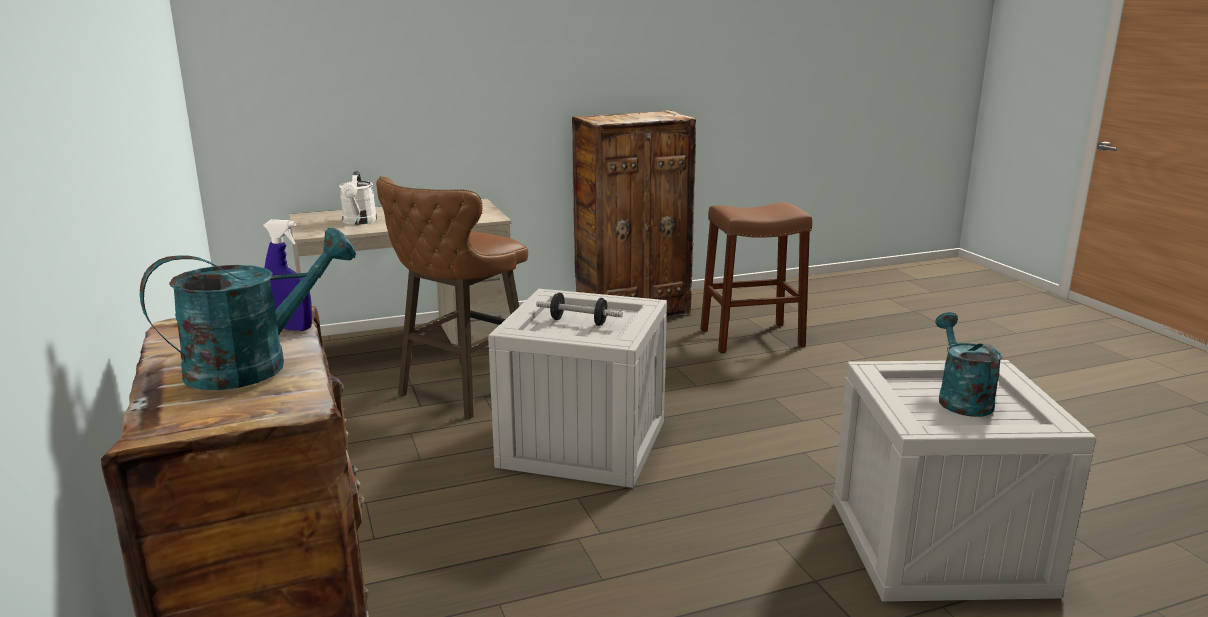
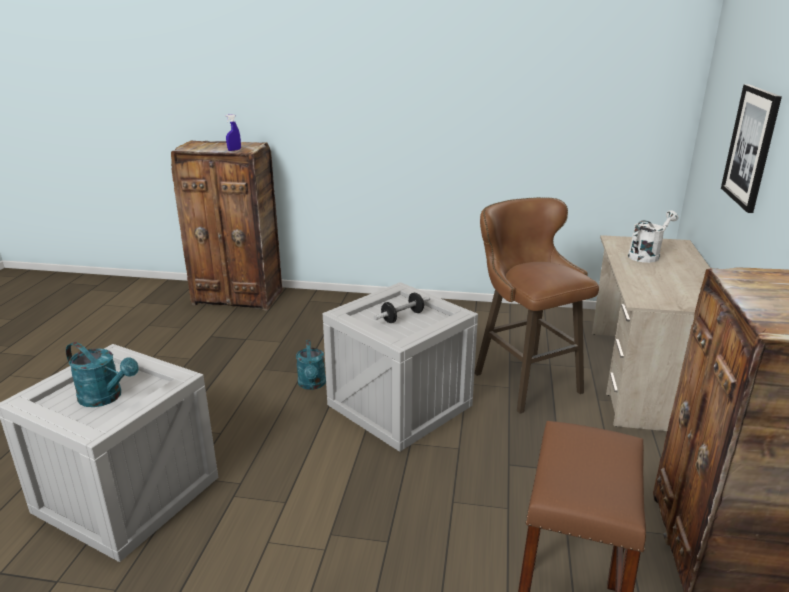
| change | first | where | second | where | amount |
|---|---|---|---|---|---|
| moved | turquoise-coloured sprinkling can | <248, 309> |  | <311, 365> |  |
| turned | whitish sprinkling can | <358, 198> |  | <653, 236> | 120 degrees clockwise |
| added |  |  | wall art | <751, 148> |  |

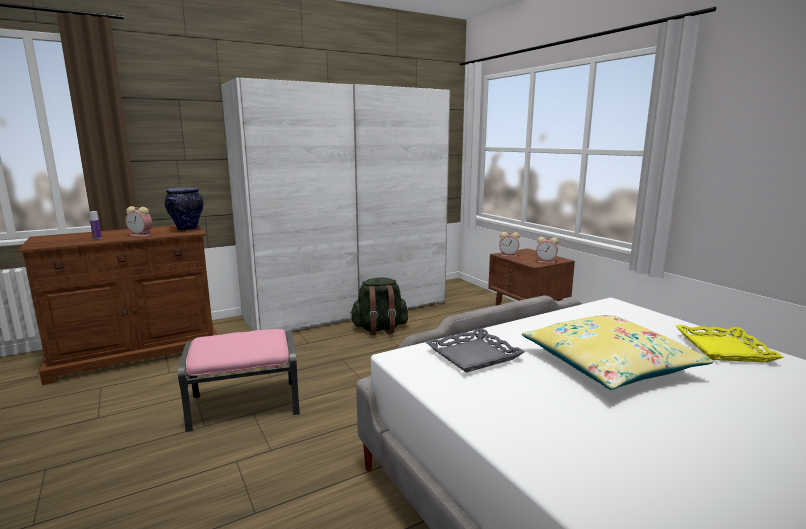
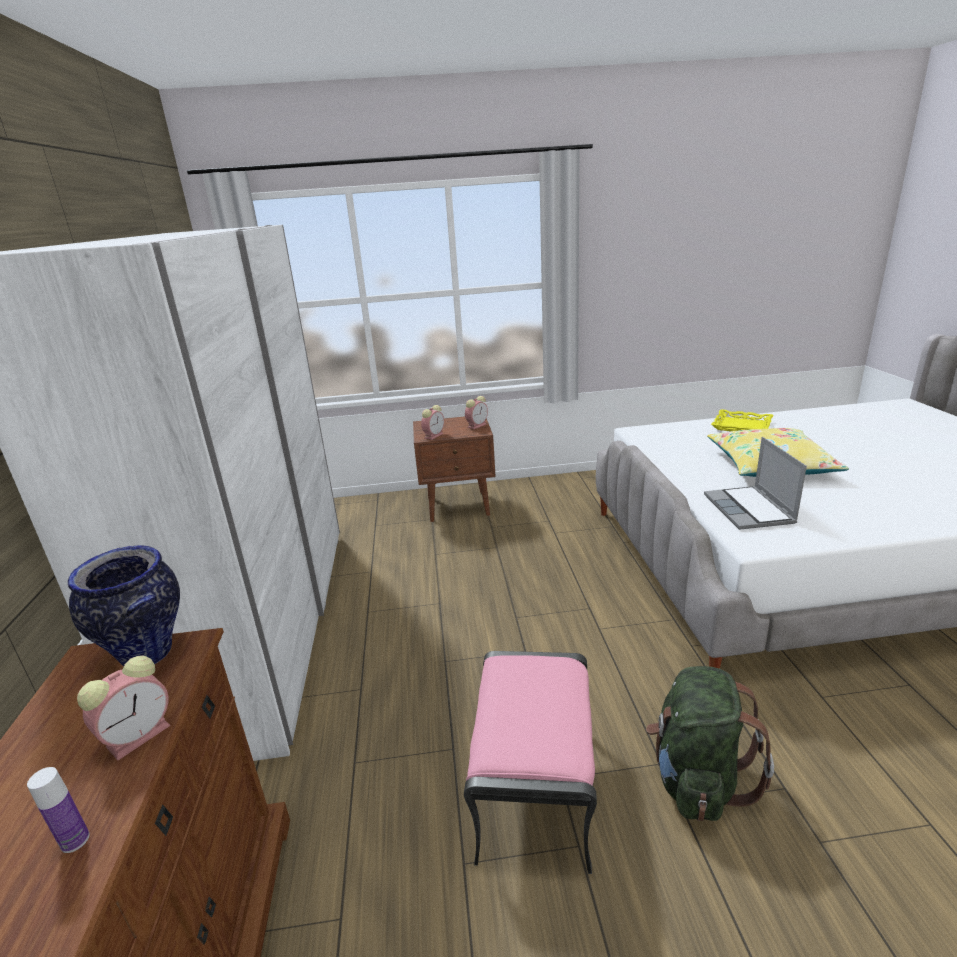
| change | first | where | second | where | amount |
|---|---|---|---|---|---|
| moved | greenish backpack | <379, 306> |  | <710, 743> |  |
| replaced | greyish serving tray | <475, 350> | laptop | <755, 483> |  |

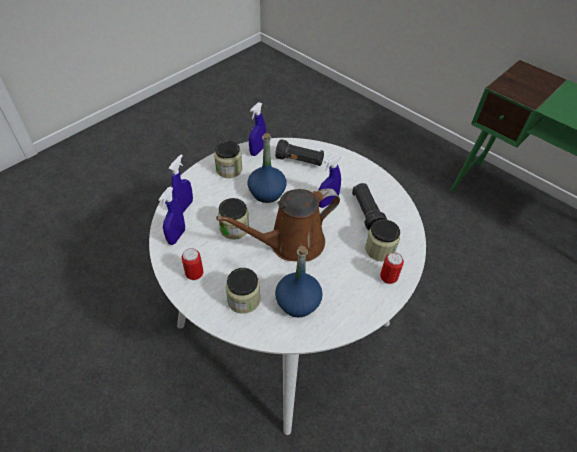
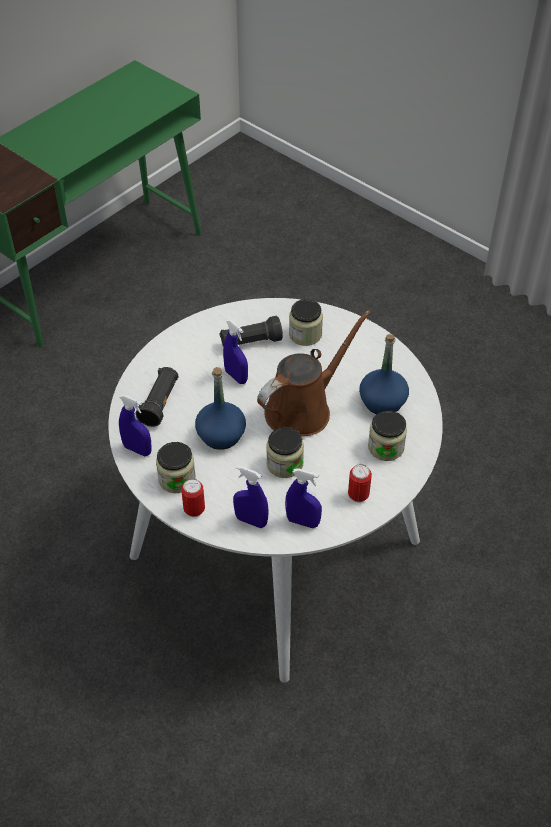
| change | first | where | second | where | amount |
|---|---|---|---|---|---|
| turned | brownish sprinkling can | <278, 225> |  | <314, 373> | 105 degrees counterclockwise |
| moved | can | <392, 268> |  | <193, 498> |  |

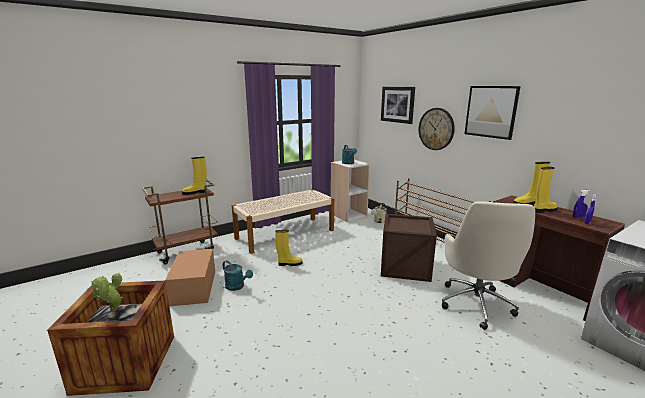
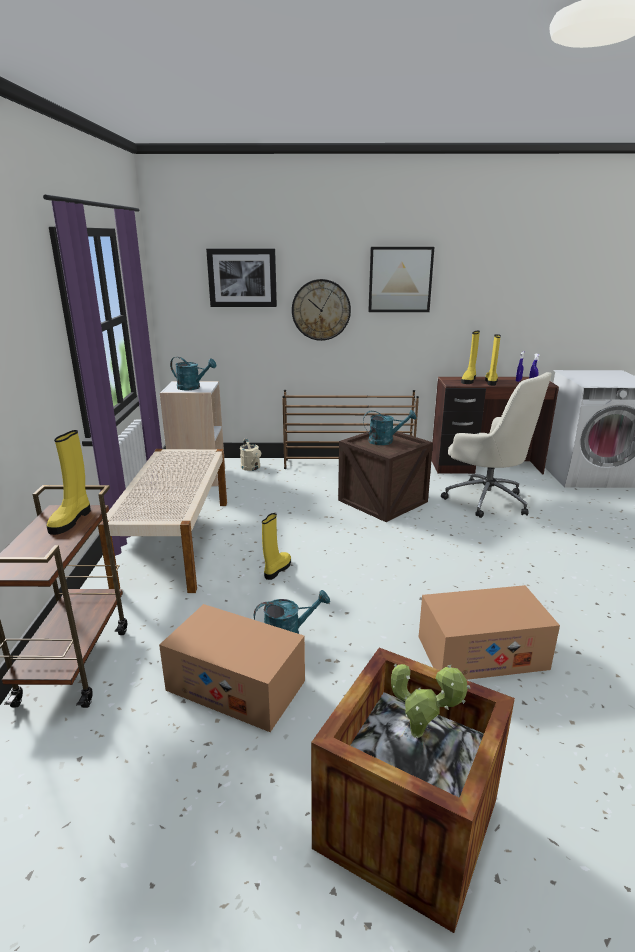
| change | first | where | second | where | amount |
|---|---|---|---|---|---|
| added |  |  | turquoise-coloured sprinkling can | <389, 427> |  |
| added |  |  | cardboard box | <489, 632> |  |

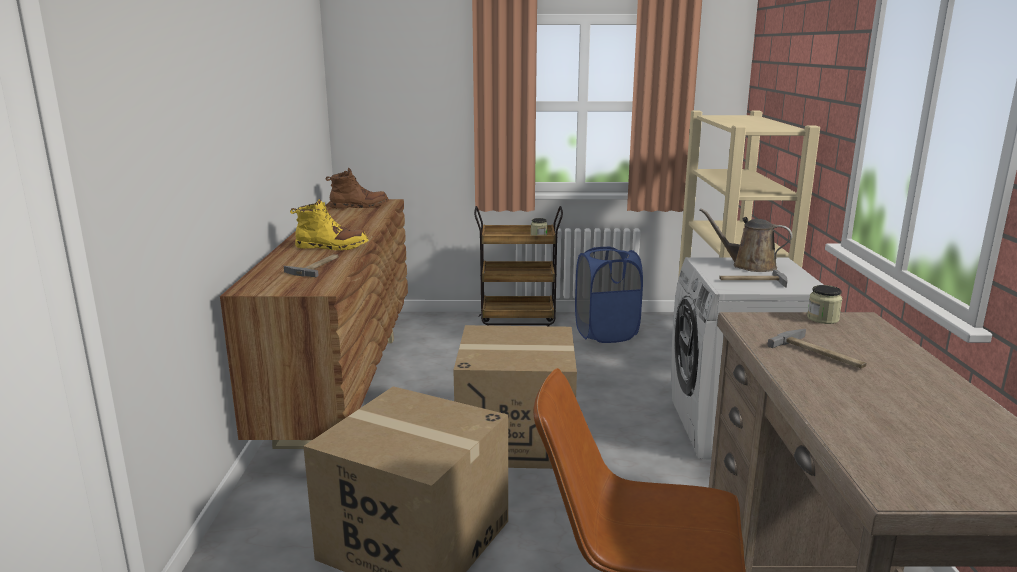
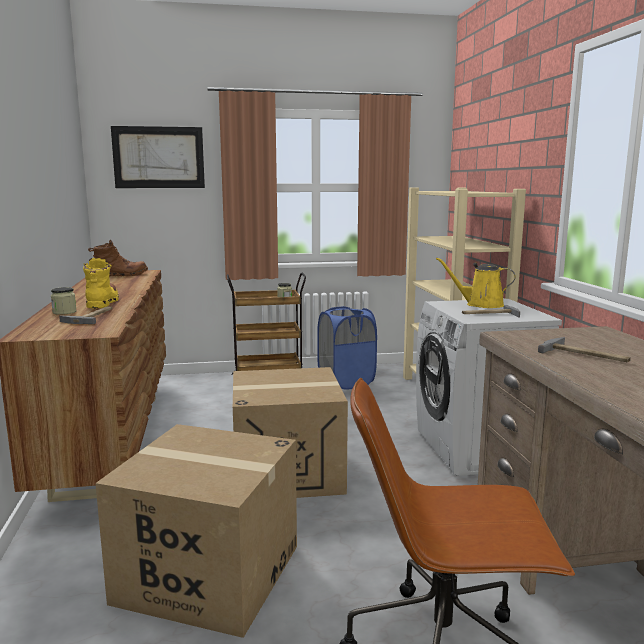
| change | first | where | second | where | amount |
|---|---|---|---|---|---|
| turned | yellowish boot | <329, 224> |  | <101, 283> | 90 degrees counterclockwise |
| recoloured | brownish sprinkling can | <746, 240> | yellowish sprinkling can | <476, 282> |  |
| moved | preserve jar | <824, 304> |  | <64, 301> |  |
| added |  |  | wall art | <158, 157> |  |

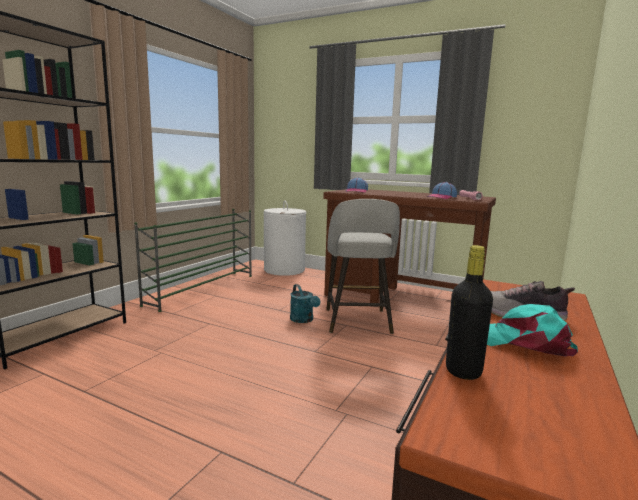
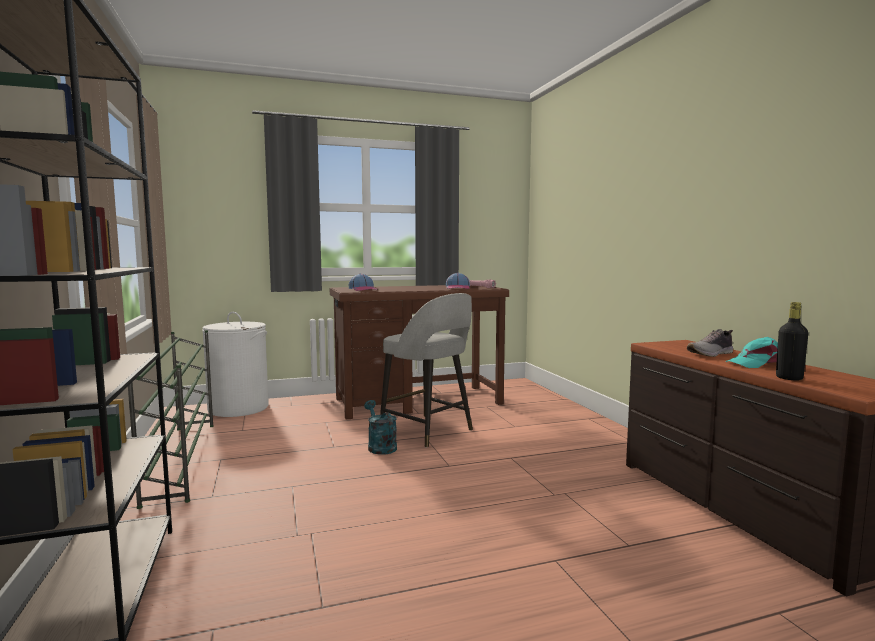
| change | first | where | second | where | amount |
|---|---|---|---|---|---|
| turned | turquoise-coloured sprinkling can | <305, 303> |  | <380, 427> | 135 degrees counterclockwise |

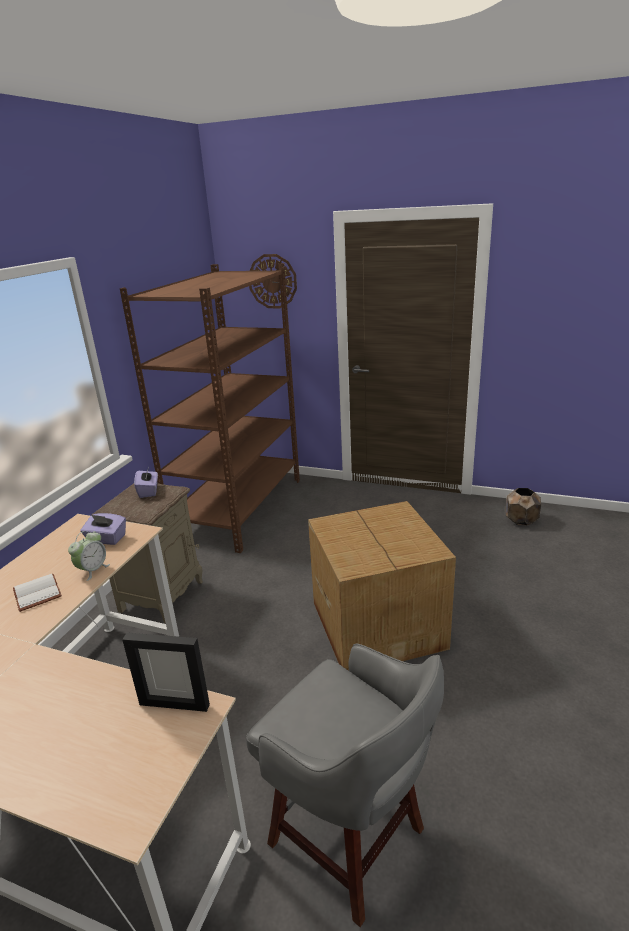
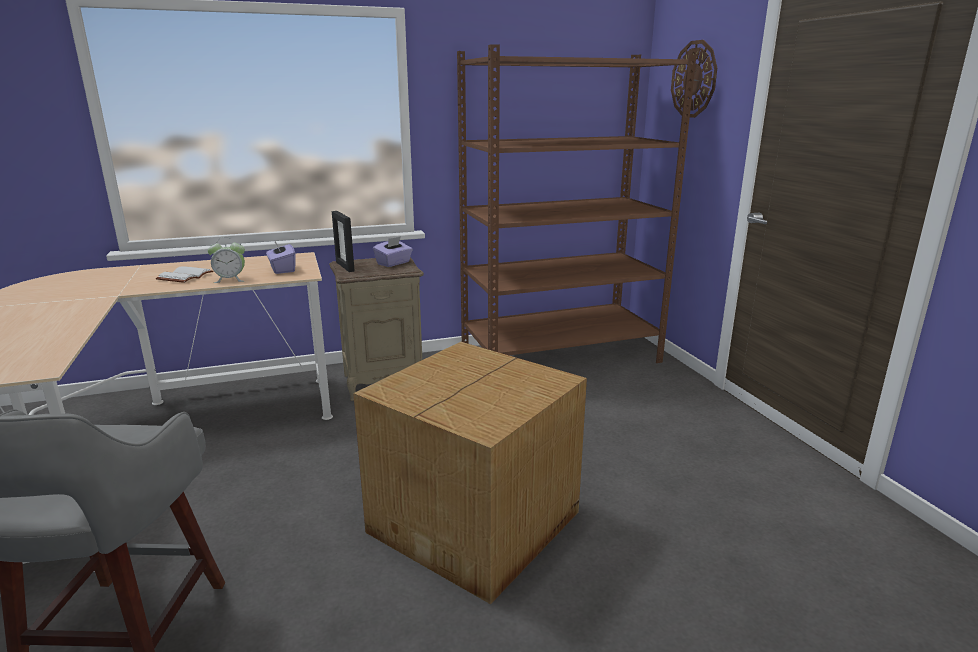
| change | first | where | second | where | amount |
|---|---|---|---|---|---|
| moved | picture frame | <166, 672> |  | <343, 241> |  |
| removed | brownish plant pot | <523, 506> |  |  |  |

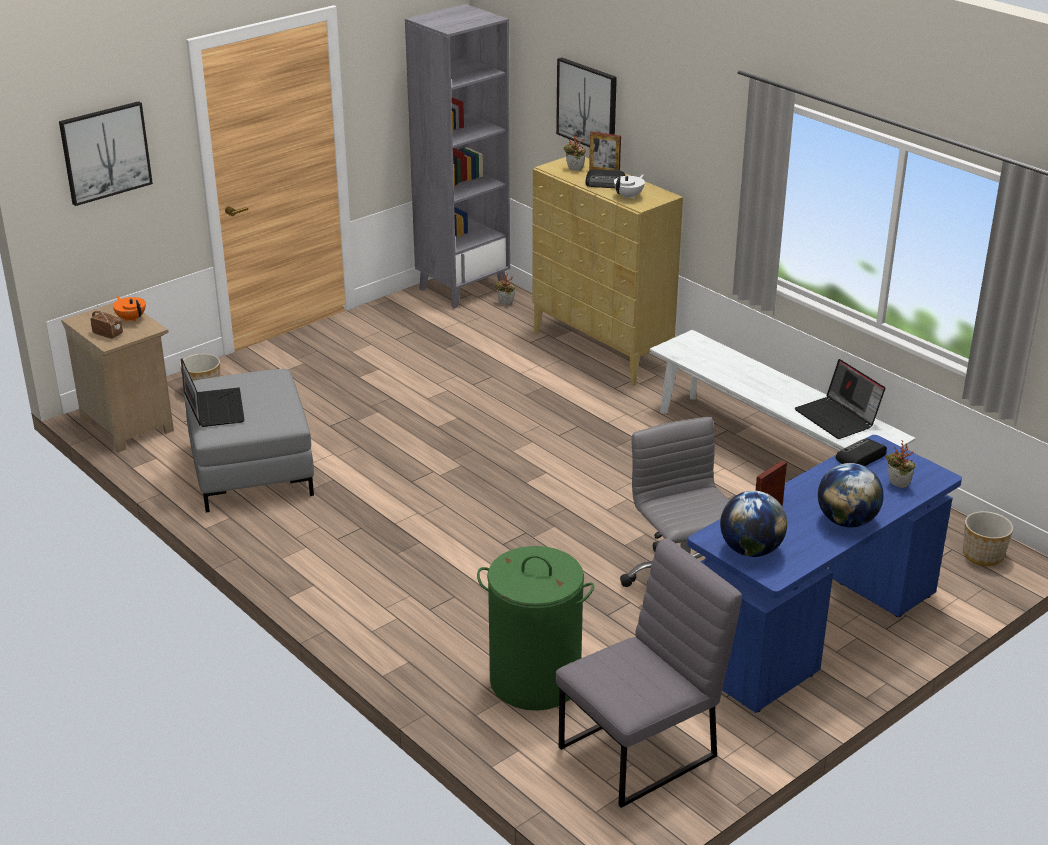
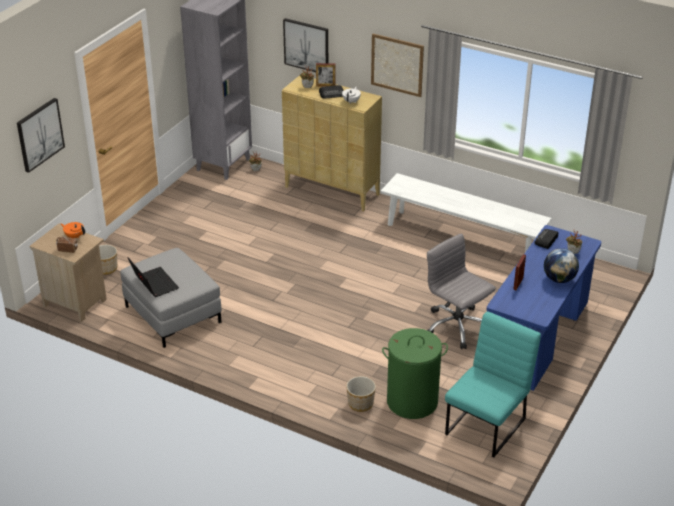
| change | first | where | second | where | amount |
|---|---|---|---|---|---|
| recoloured | greyish plain chair | <649, 673> | turquoise-coloured plain chair | <493, 384> |  |
| removed | globe | <753, 524> |  |  |  |
| removed | laptop | <839, 399> |  |  |  |
| moved | plant pot | <988, 538> |  | <361, 394> |  |
| added |  |  | wall art | <397, 65> |  |

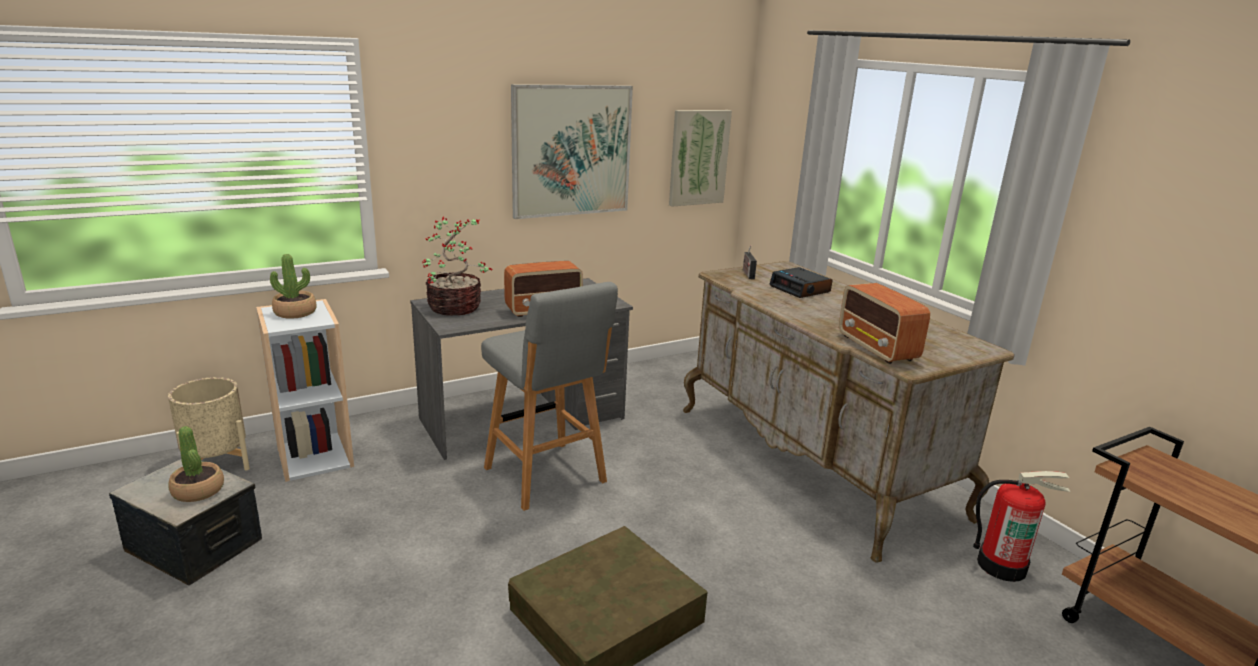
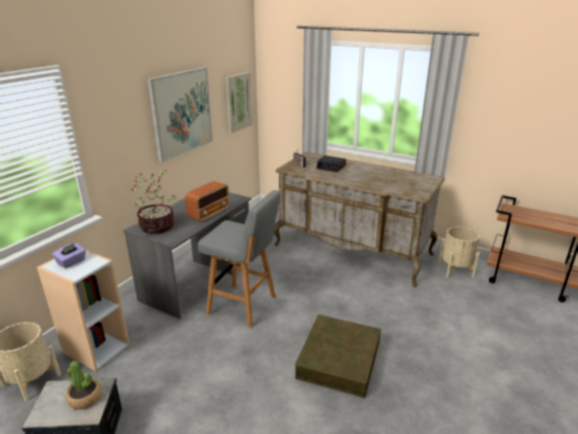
| change | first | where | second | where | amount |
|---|---|---|---|---|---|
| replaced | plant in a pot | <293, 286> | purple box of tissues | <69, 255> |  |
| removed | radio receiver | <884, 323> |  |  |  |
| replaced | extinguisher | <1022, 526> | beige-coloured plant pot | <459, 252> |  |

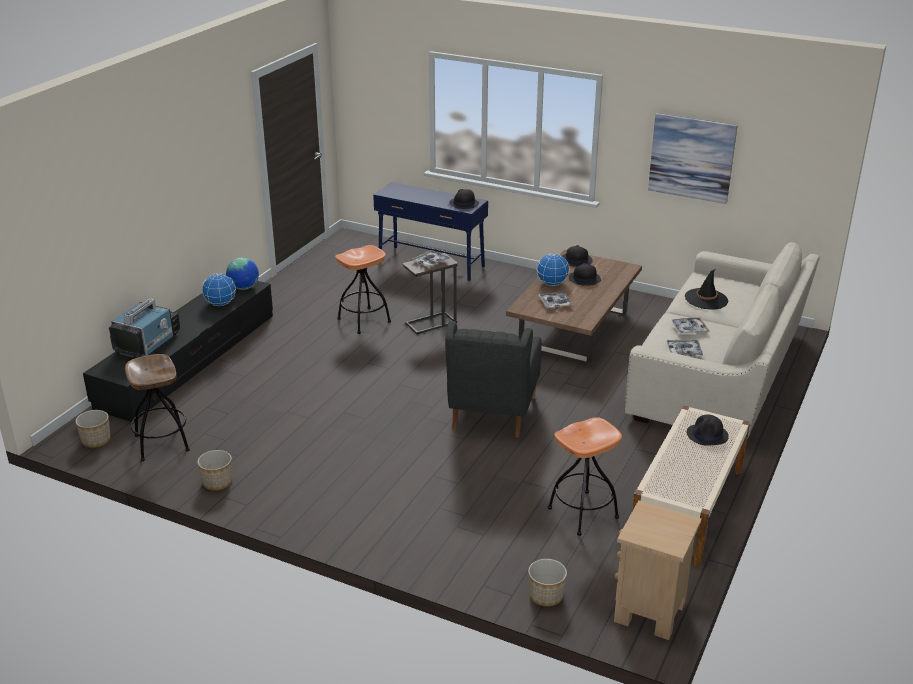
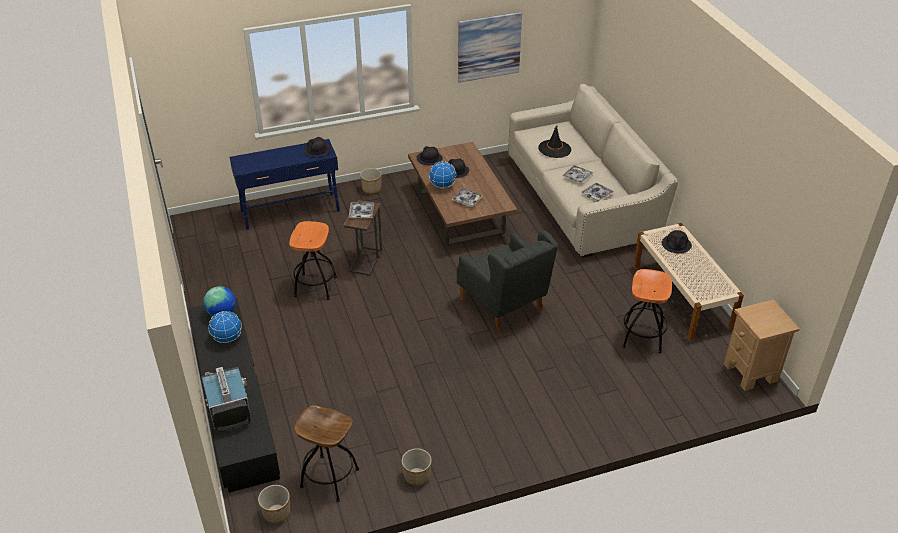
| change | first | where | second | where | amount |
|---|---|---|---|---|---|
| moved | plant pot | <547, 583> |  | <370, 181> |  |

